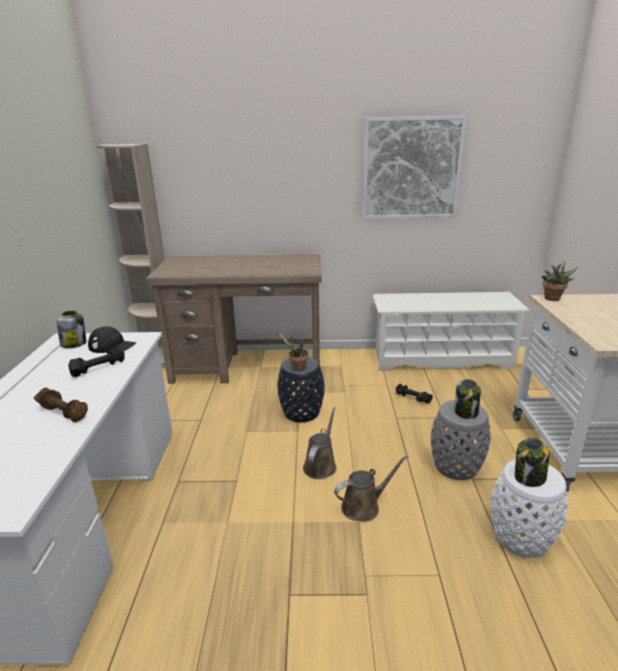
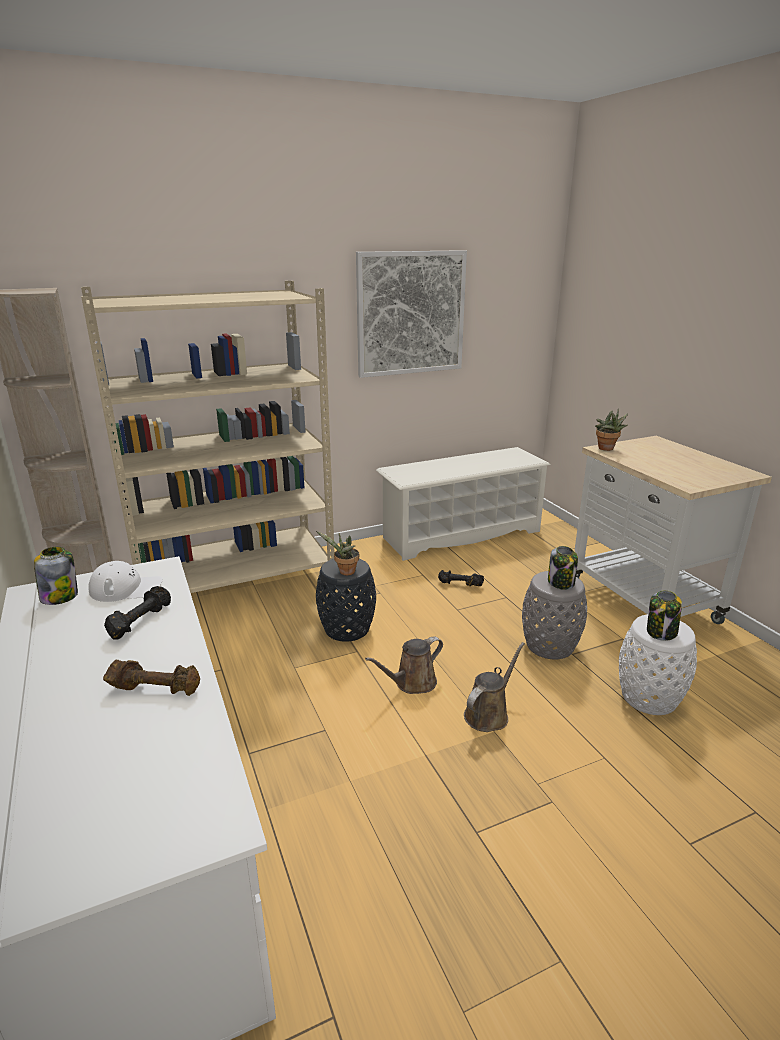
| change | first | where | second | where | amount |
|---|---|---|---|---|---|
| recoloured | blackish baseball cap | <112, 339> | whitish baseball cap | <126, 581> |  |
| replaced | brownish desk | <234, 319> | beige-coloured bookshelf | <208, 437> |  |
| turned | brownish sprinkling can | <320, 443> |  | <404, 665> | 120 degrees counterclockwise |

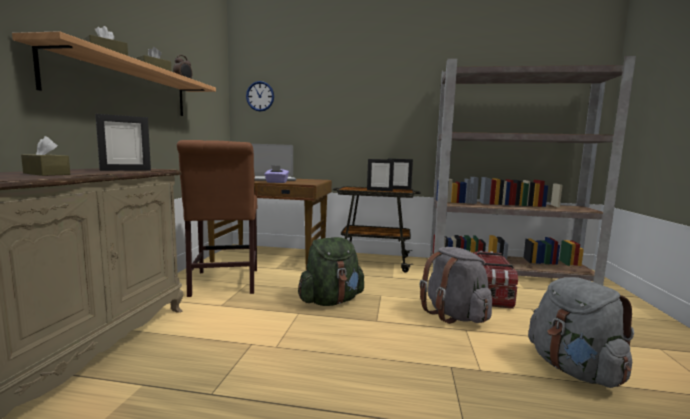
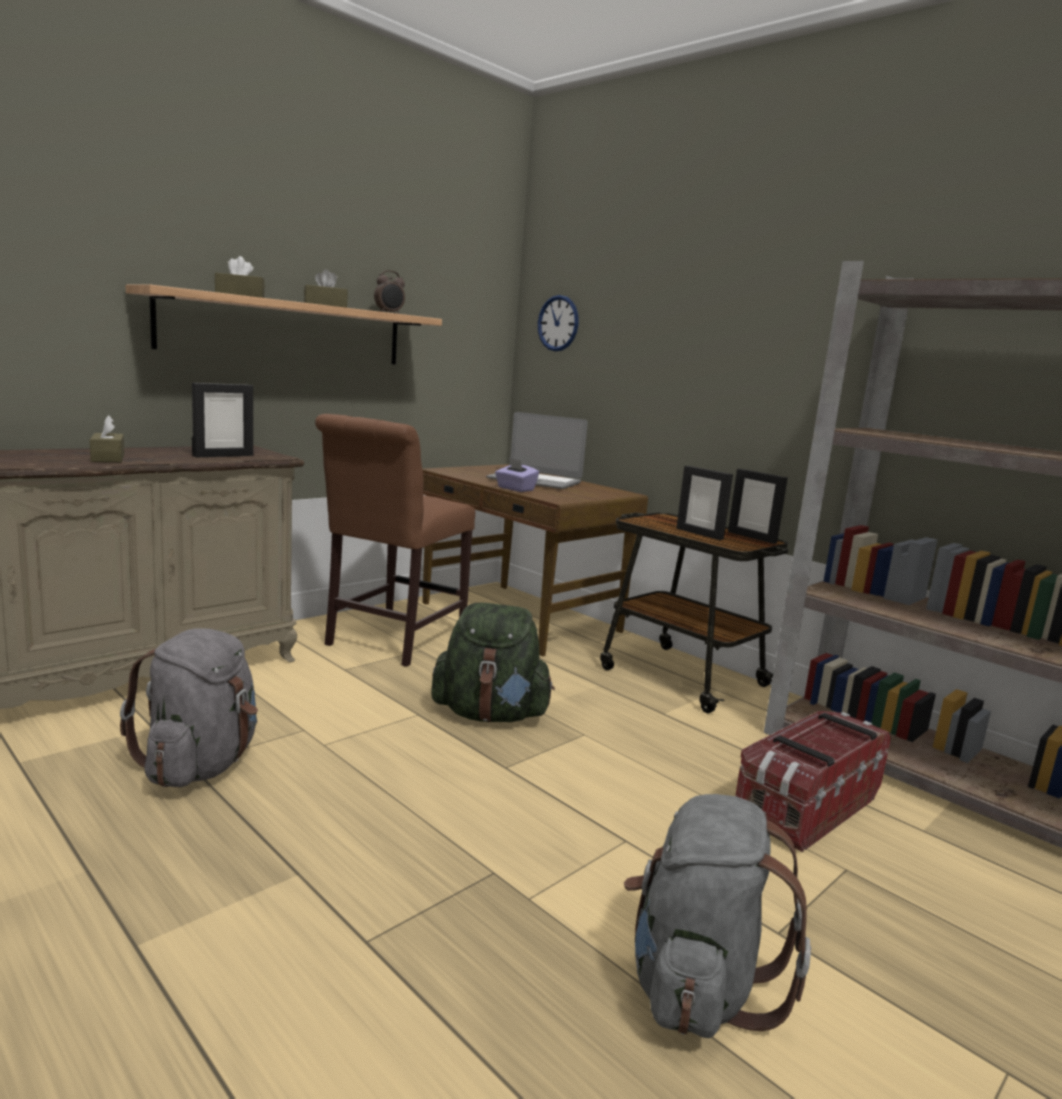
| change | first | where | second | where | amount |
|---|---|---|---|---|---|
| turned | picture frame | <123, 142> |  | <222, 420> | 45 degrees counterclockwise |
| moved | greyish backpack | <456, 285> |  | <189, 707> |  |

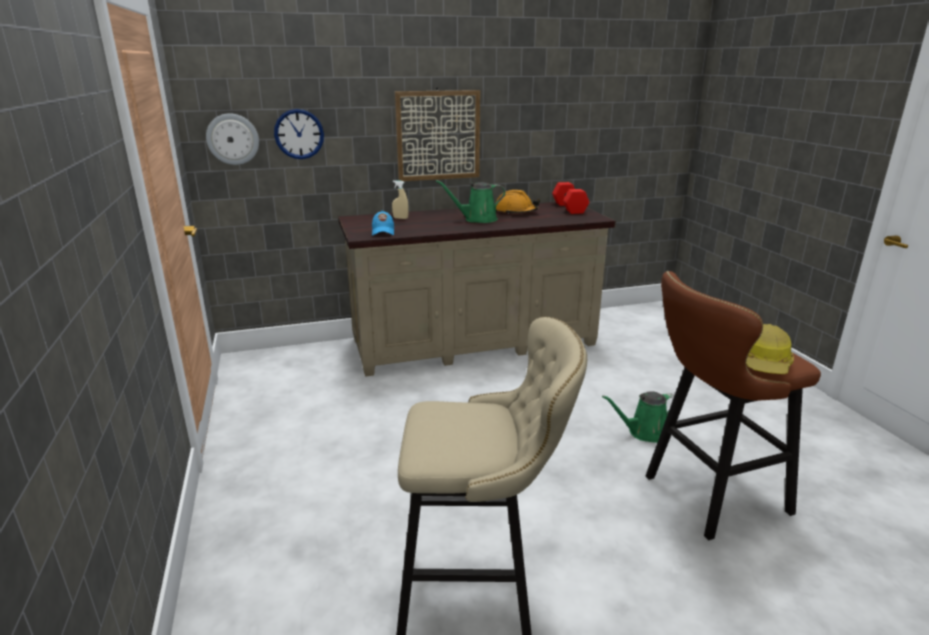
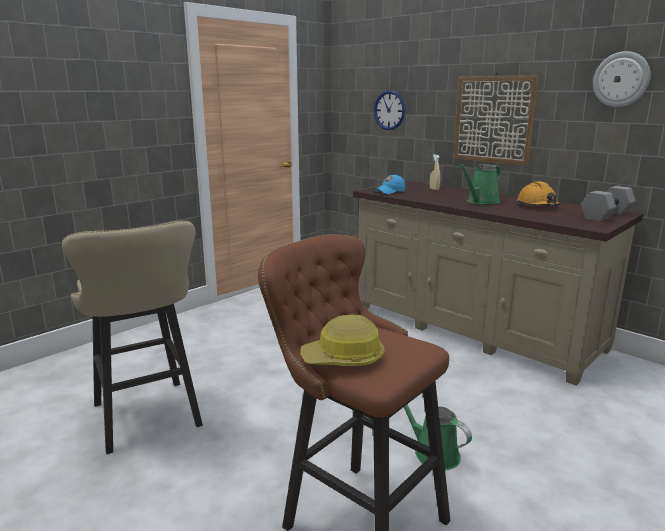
| change | first | where | second | where | amount |
|---|---|---|---|---|---|
| moved | wall clock | <232, 139> |  | <622, 79> |  |
| turned | greenish sprinkling can | <471, 201> |  | <480, 184> | 90 degrees counterclockwise |
| recoloured | red dumbbell | <571, 198> | greyish dumbbell | <608, 203> |  |

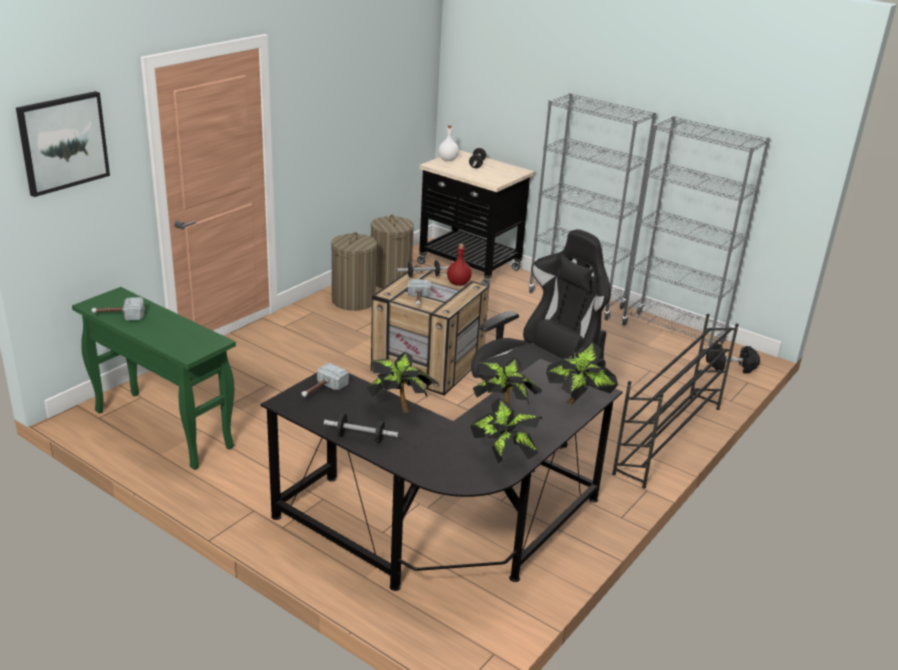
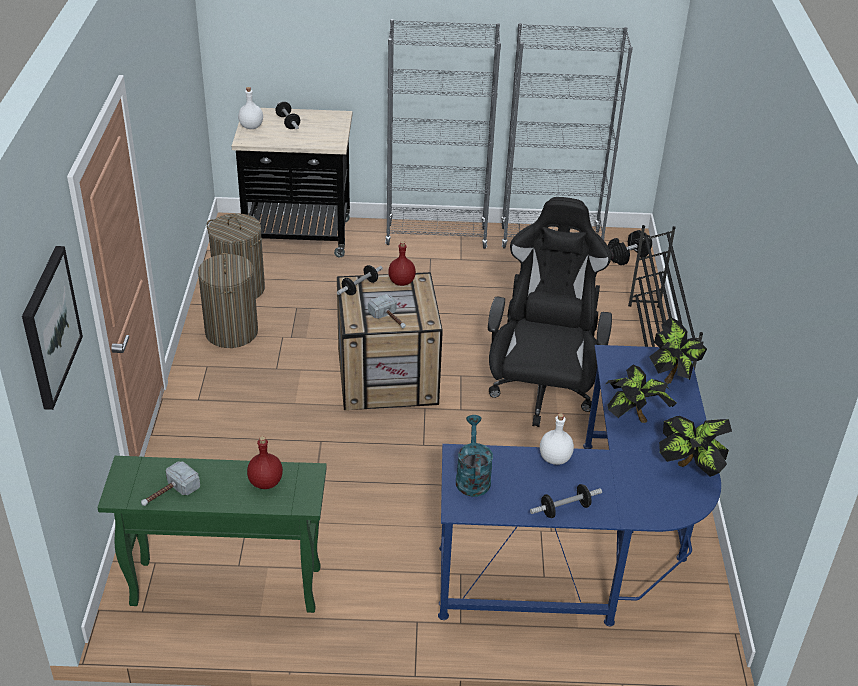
| change | first | where | second | where | amount |
|---|---|---|---|---|---|
| recoloured | blackish desk | <441, 475> | blue-coloured desk | <579, 485> |  |
| replaced | hand hammer | <325, 380> | turquoise-coloured sprinkling can | <474, 456> |  |
| replaced | plant in a pot | <401, 382> | whitish bottle | <557, 439> |  |
| added |  |  | red bottle | <265, 462> |  |

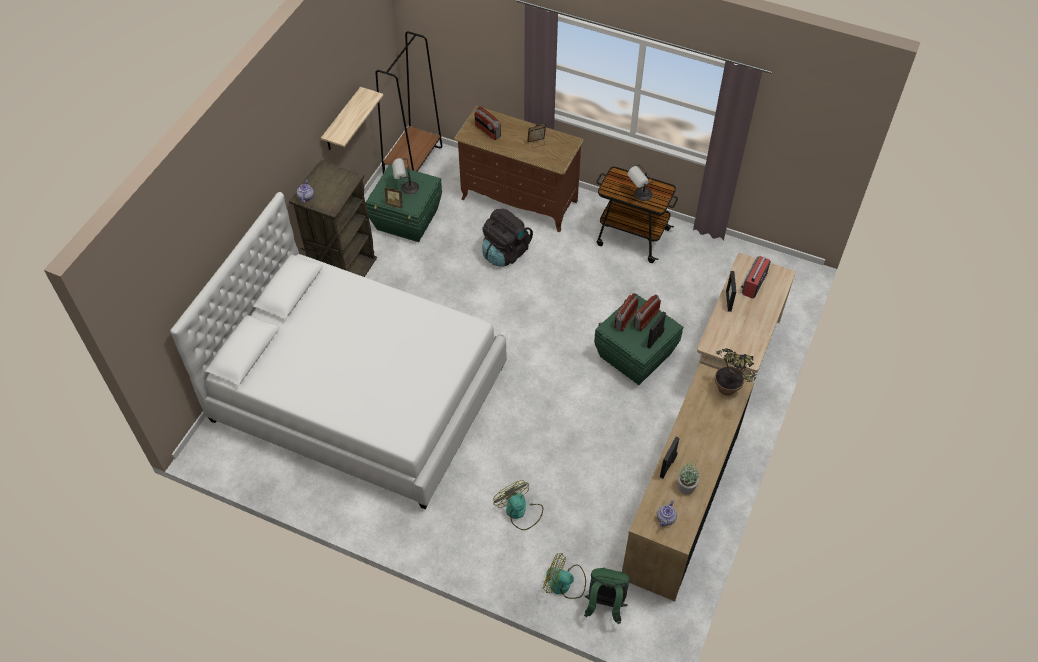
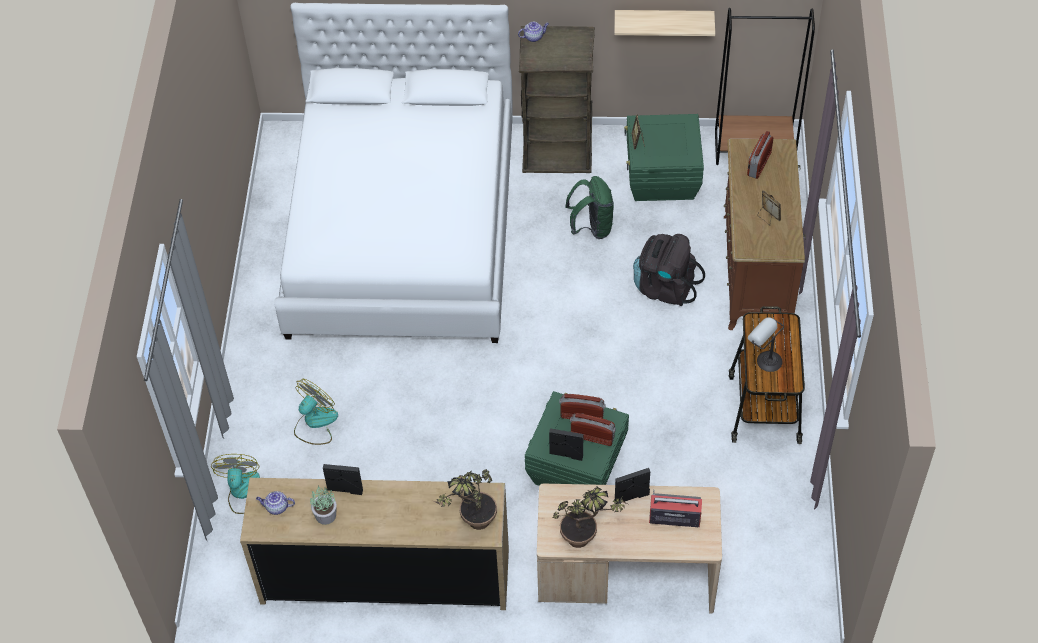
| change | first | where | second | where | amount |
|---|---|---|---|---|---|
| removed | lamp for a table | <405, 176> |  |  |  |
| moved | greenish backpack | <607, 596> |  | <589, 207> |  |
| added |  |  | plant in a pot | <590, 517> |  |

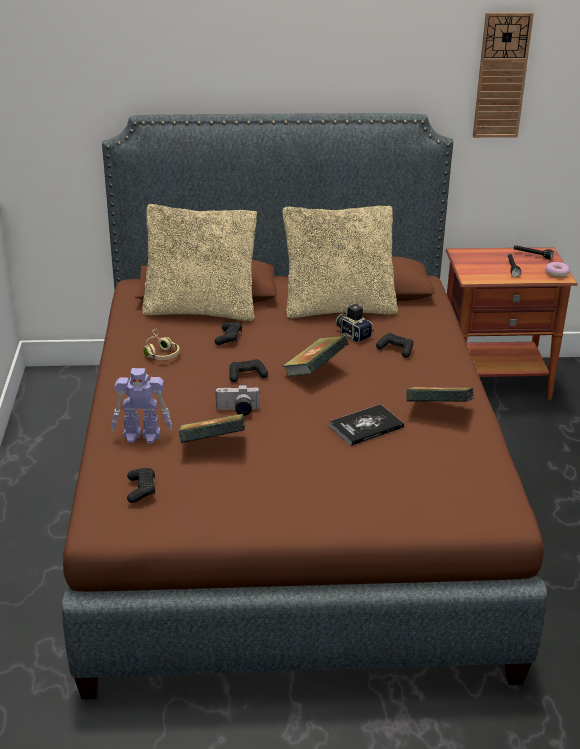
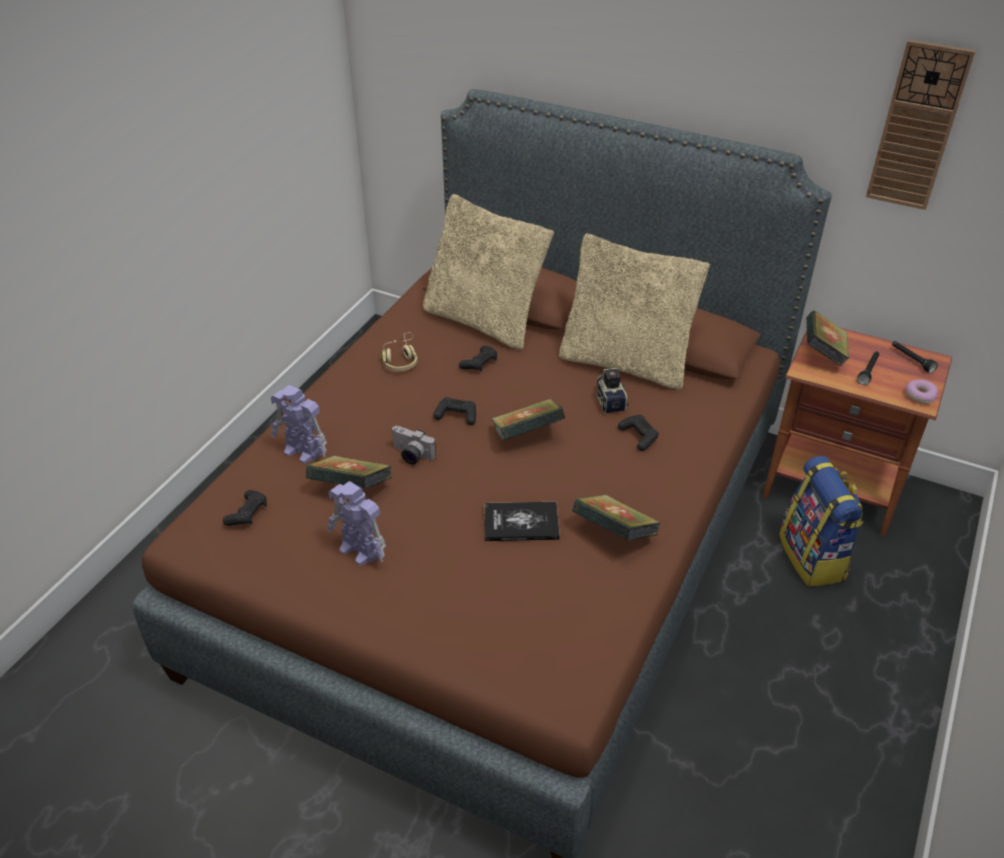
| change | first | where | second | where | amount |
|---|---|---|---|---|---|
| added |  |  | robot figure | <357, 523> |  |
| added |  |  | backpack | <821, 521> |  |
| added |  |  | book | <827, 339> |  |

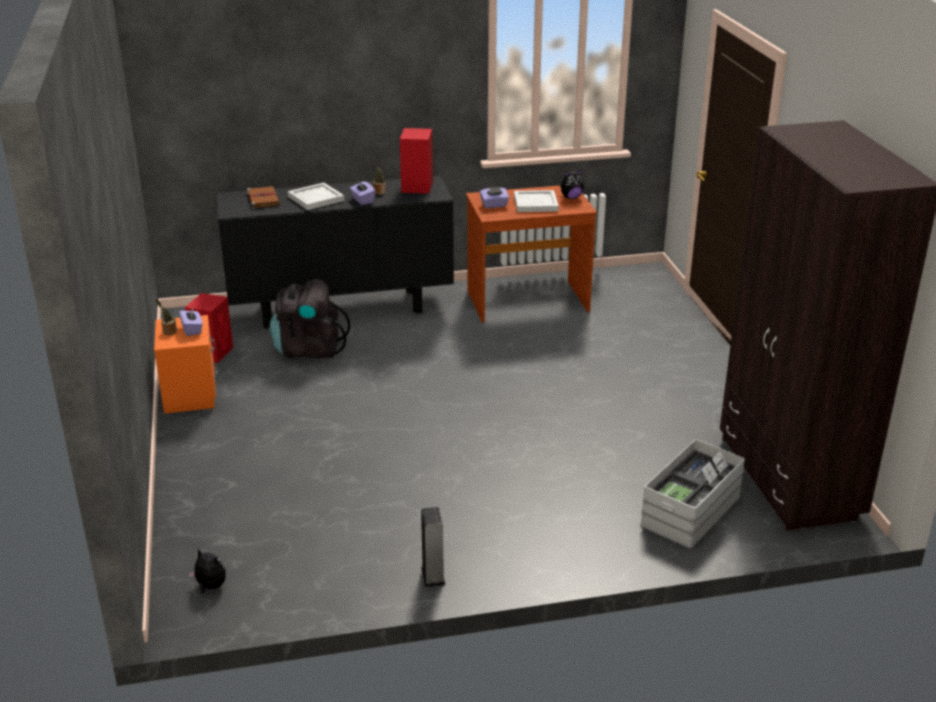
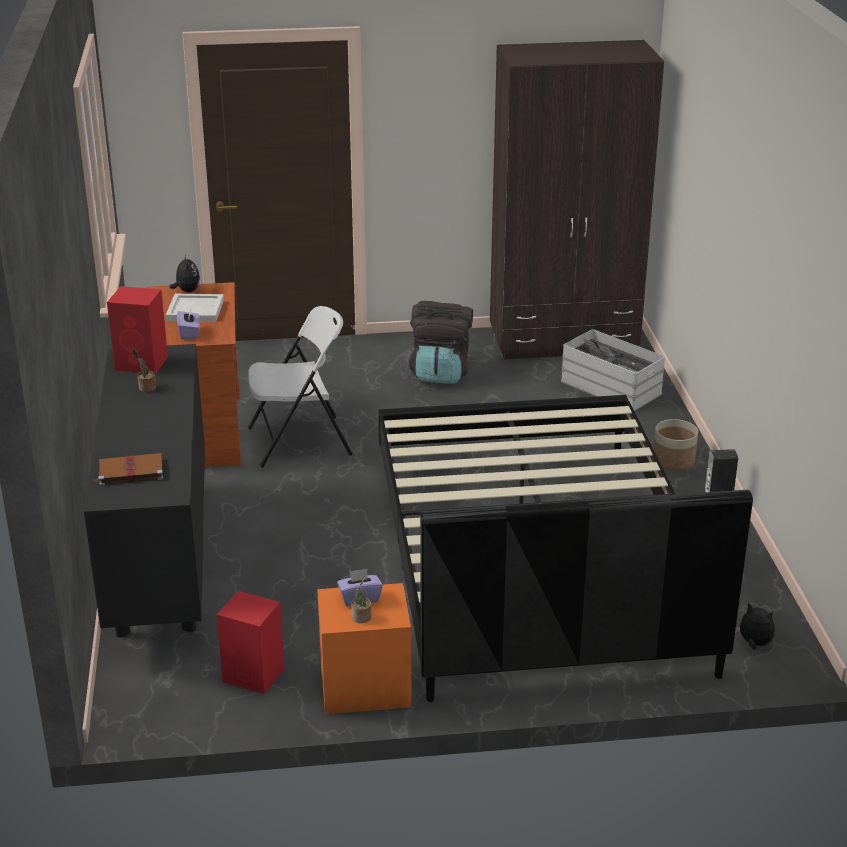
| change | first | where | second | where | amount |
|---|---|---|---|---|---|
| turned | soft toy | <207, 571> |  | <755, 626> | 90 degrees clockwise |
| moved | blackish backpack | <309, 318> |  | <441, 342> |  |
| removed | whitish serving tray | <316, 196> |  |  |  |
| removed | purple box of tissues | <362, 192> |  |  |  |
| added |  |  | whitish plain chair | <300, 387> |  |
| added |  |  | blackish sleeping bed | <565, 548> |  |
| added |  |  | plant pot | <675, 445> |  |

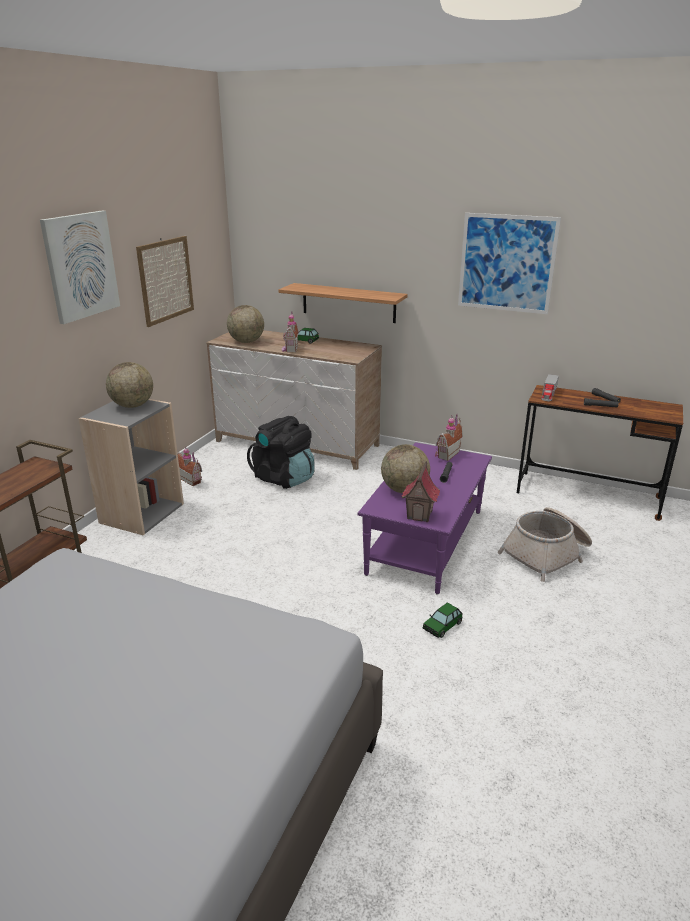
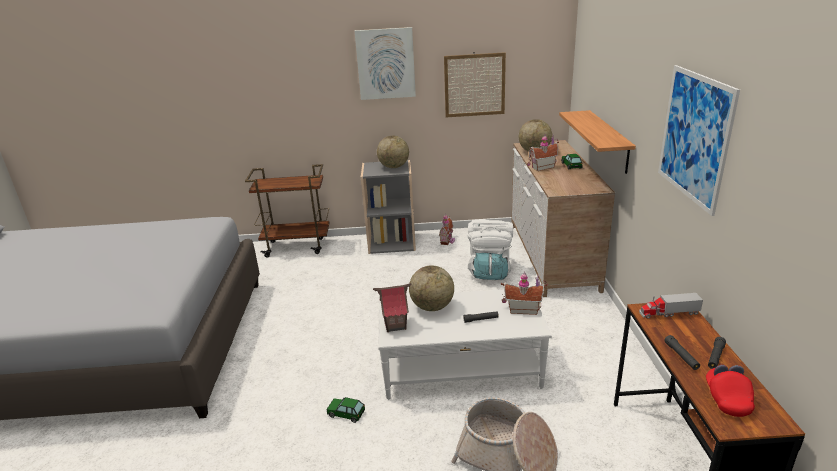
| change | first | where | second | where | amount |
|---|---|---|---|---|---|
| recoloured | blackish backpack | <281, 452> | whitish backpack | <490, 249> |  |
| recoloured | purple coffee table | <425, 518> | whitish coffee table | <465, 344> |  |
| added |  |  | red baseball cap | <730, 391> |  |

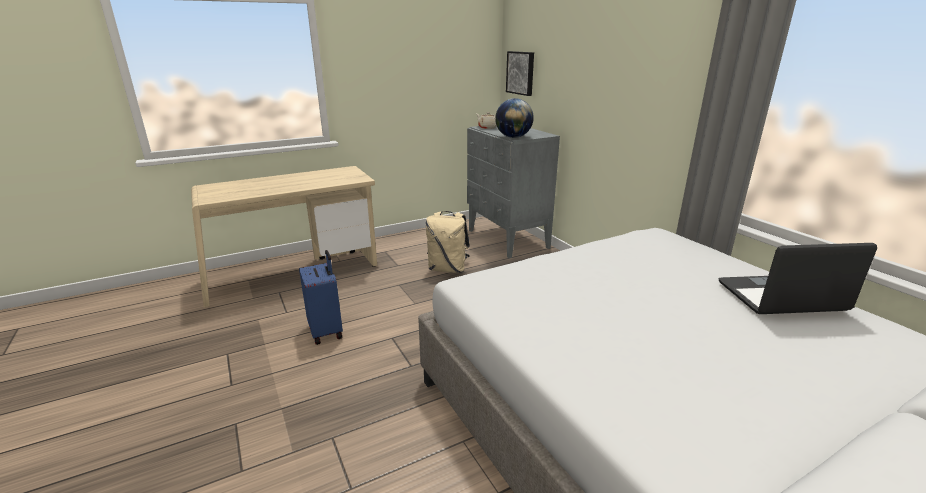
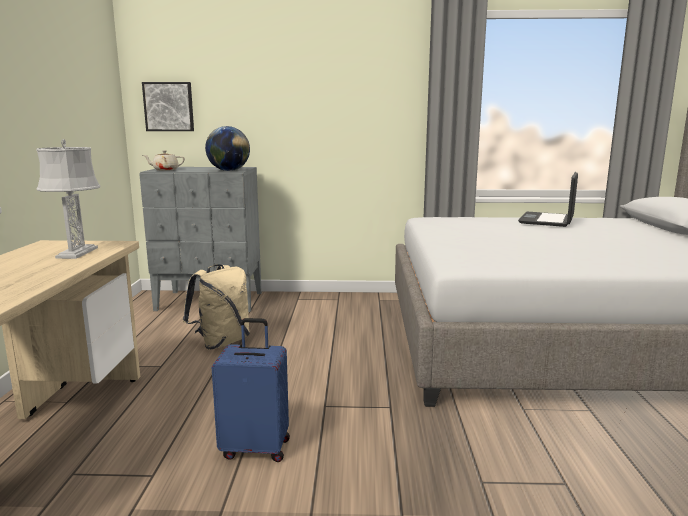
| change | first | where | second | where | amount |
|---|---|---|---|---|---|
| added |  |  | greyish lamp for a table | <68, 199> |  |

